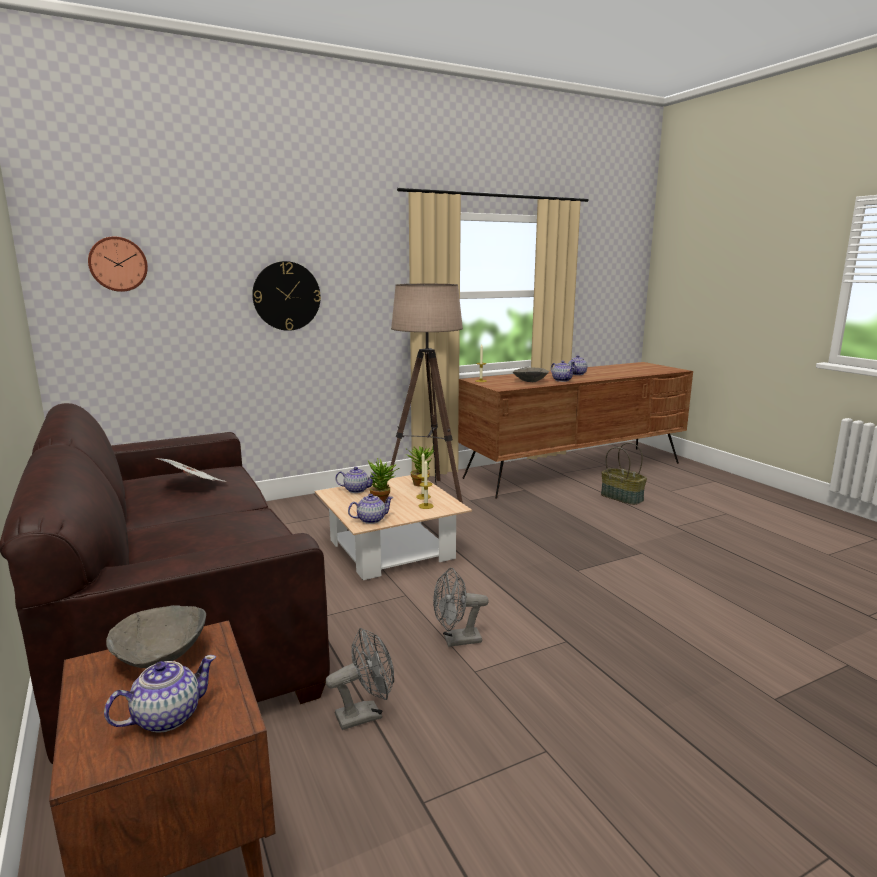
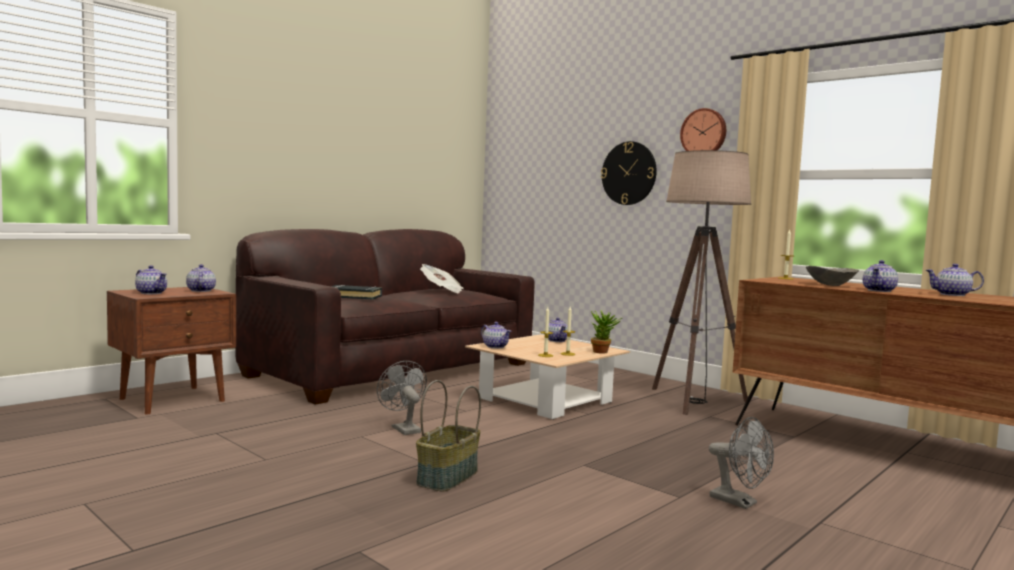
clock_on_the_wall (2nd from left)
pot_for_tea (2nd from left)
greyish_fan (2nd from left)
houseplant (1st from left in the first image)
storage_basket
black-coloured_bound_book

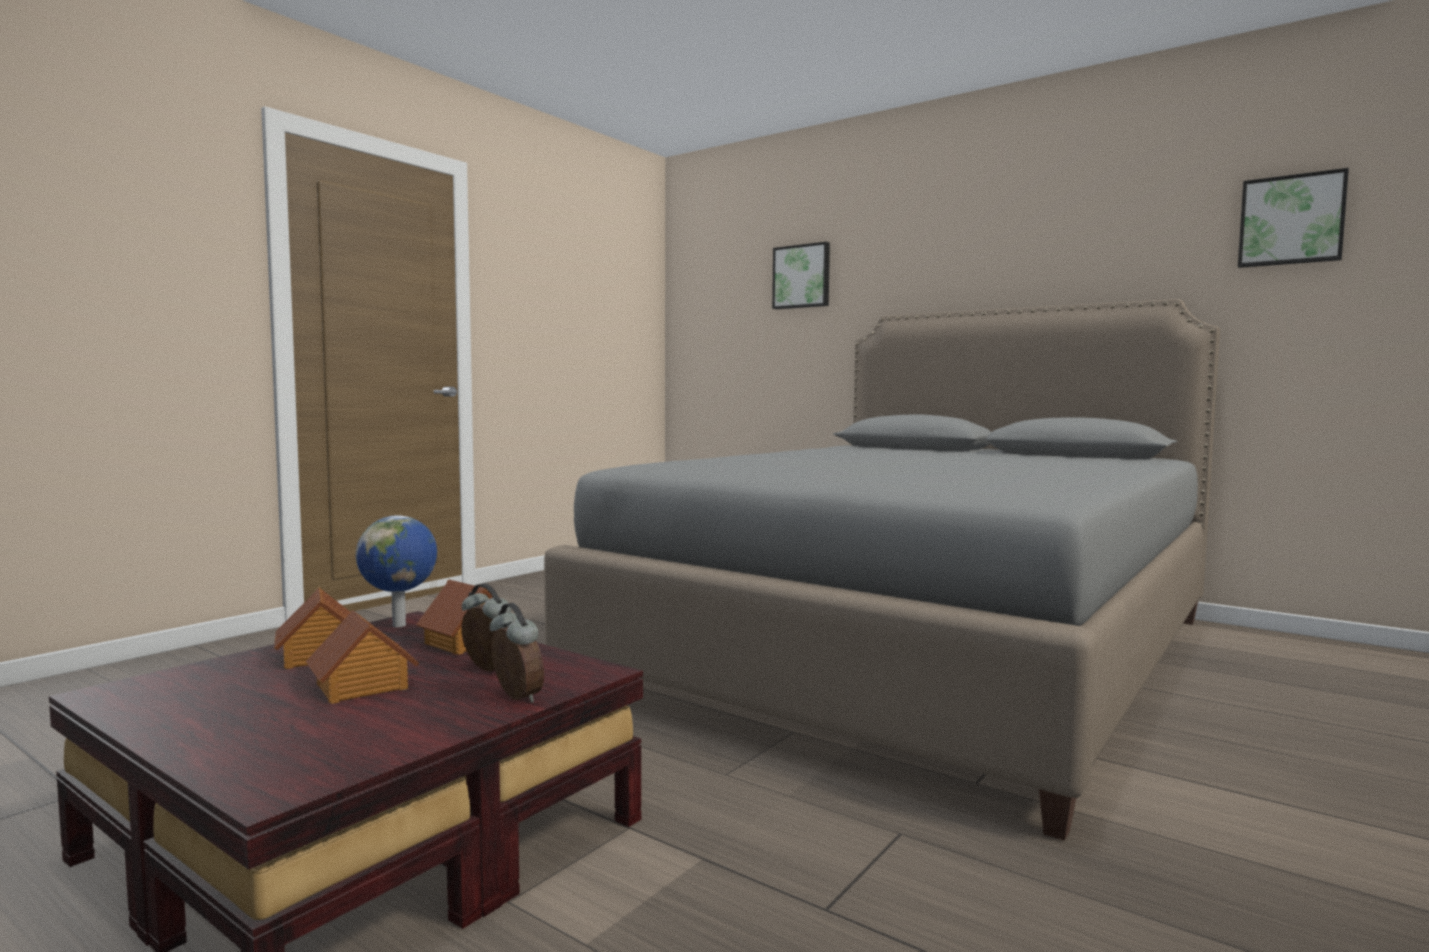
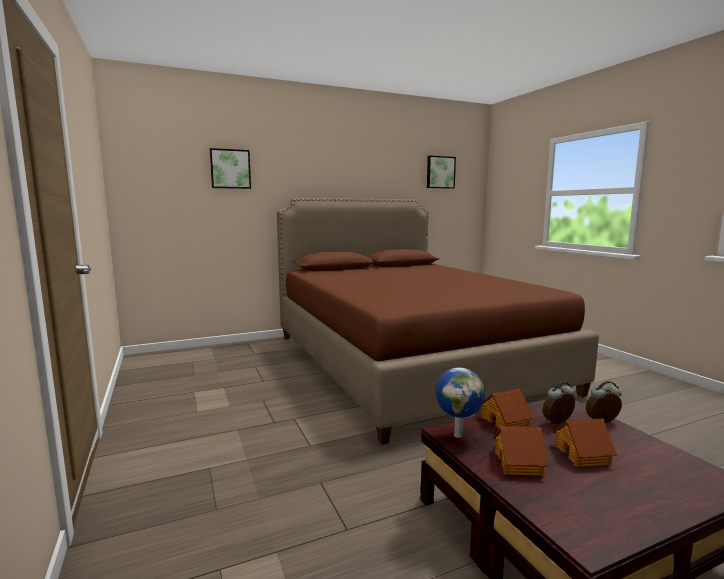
brown-coloured_sleeping_bed

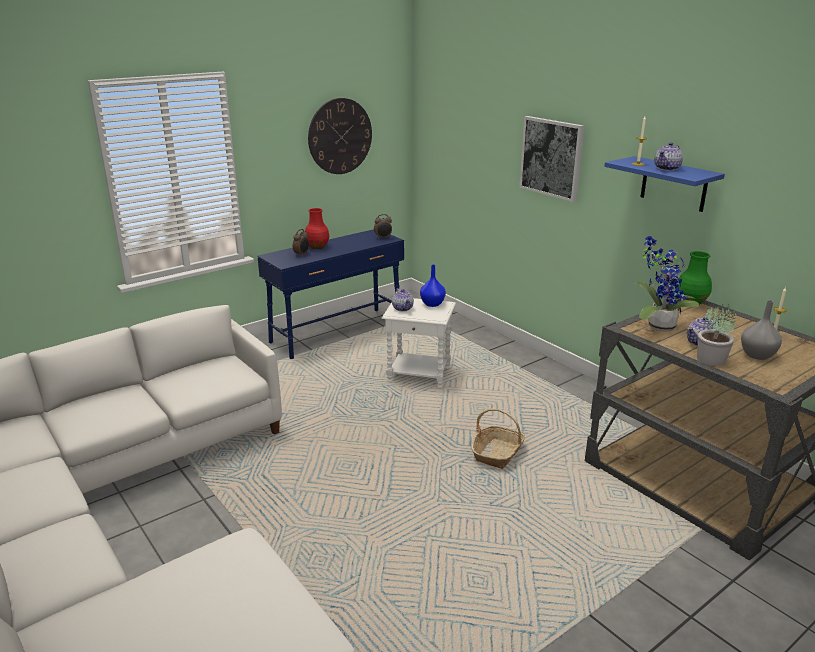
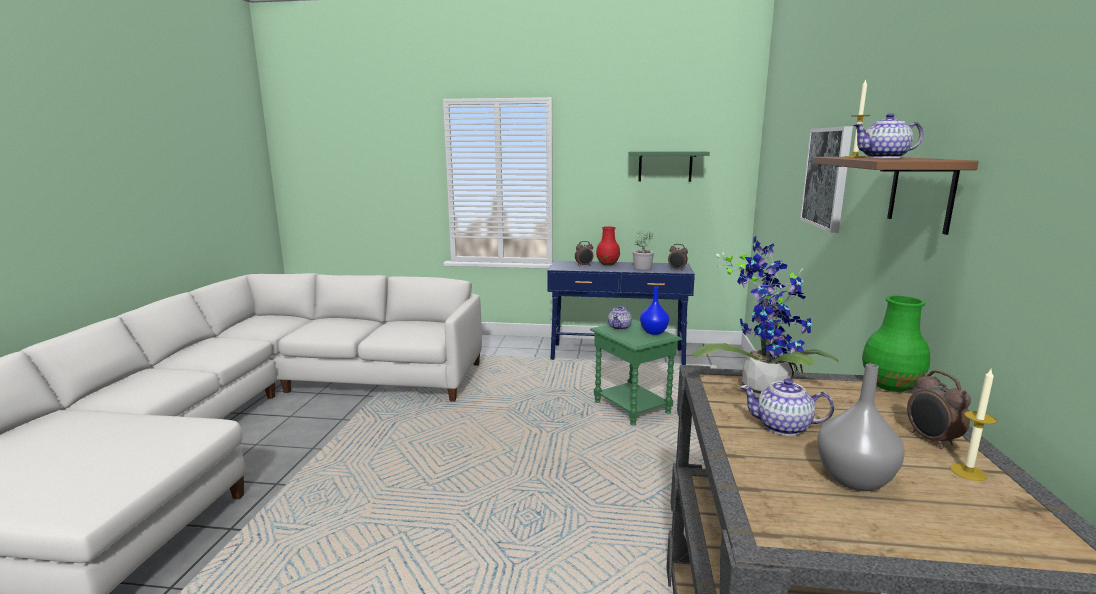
green_bracket_shelf
green_end_table
storage_basket
brown-coloured_bracket_shelf
houseplant (1st from left)
alarm_clock (3rd from left)

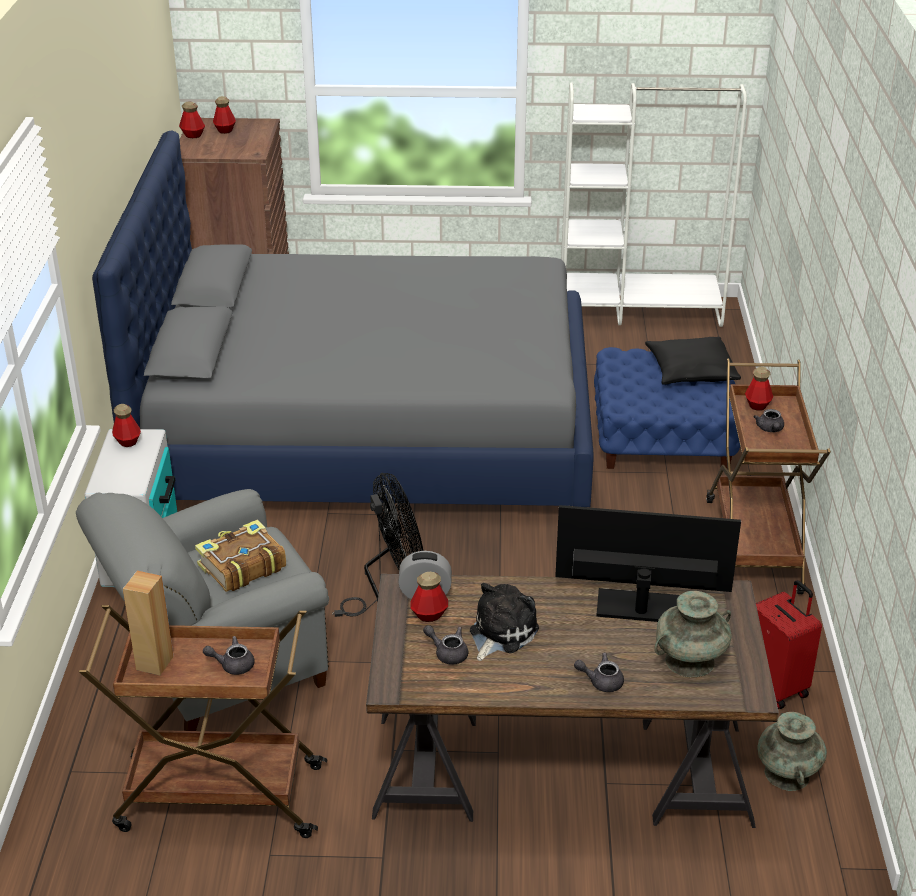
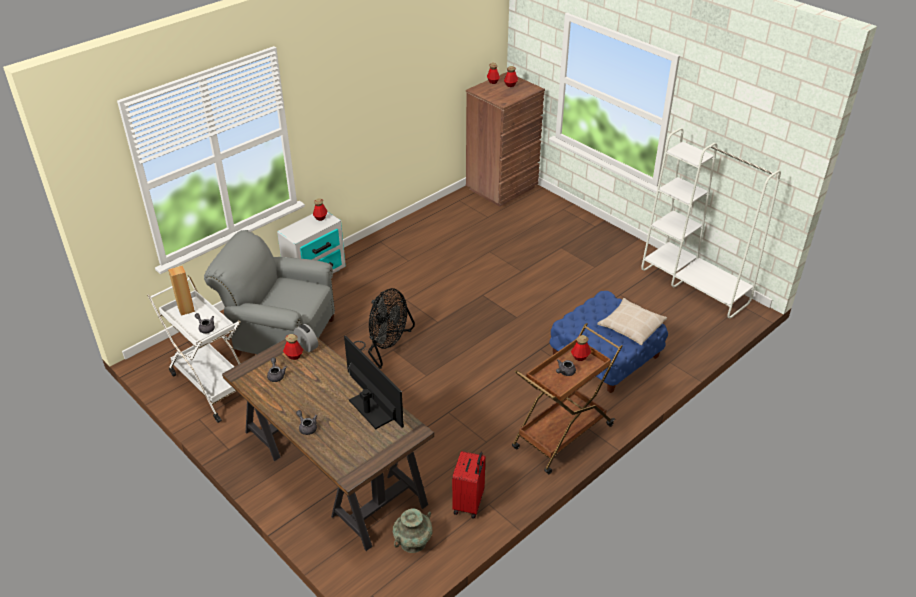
whitish_cart
greyish_sleeping_bed
bound_book
cuddly_toy
beige_cushion
turquoise-coloured_vase (1st from left in the first image)

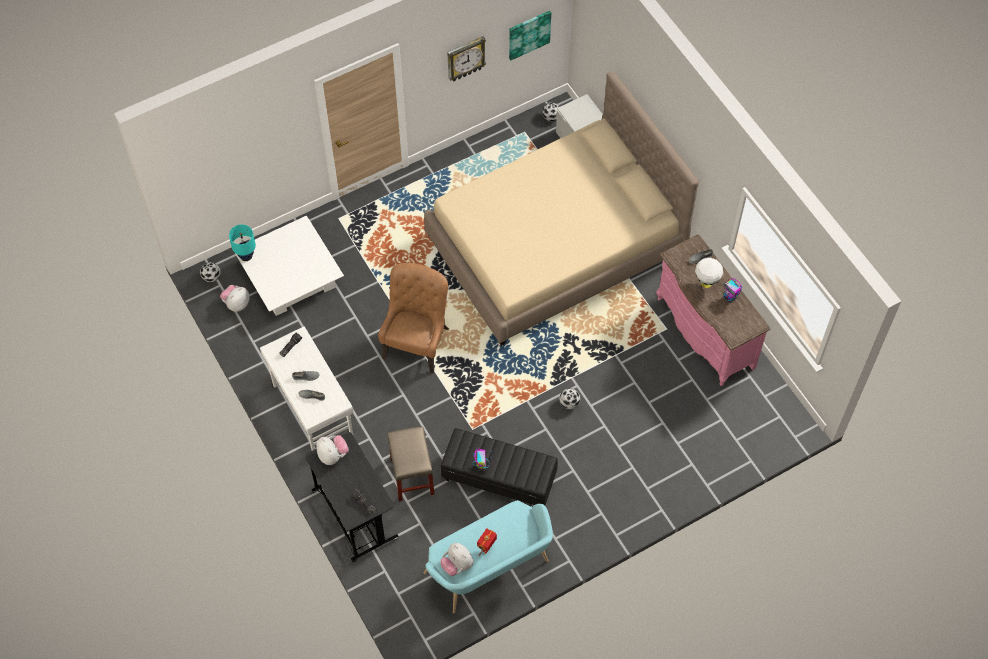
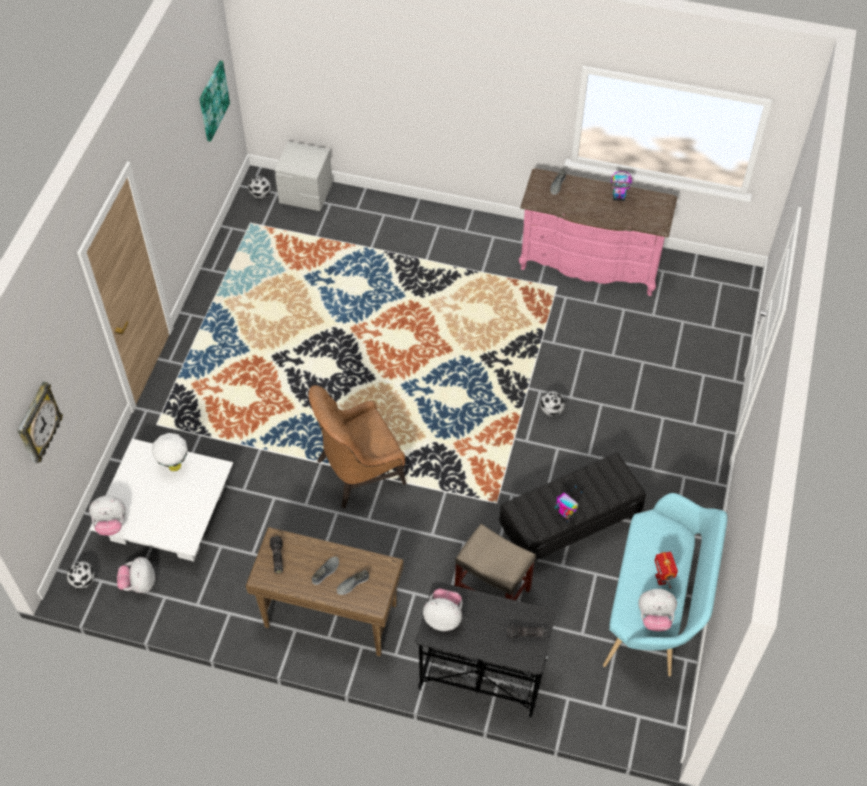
cuddly_toy (1st from left)
brown-coloured_narrow_table
brown-coloured_plain_chair
beige_sleeping_bed
clock_on_the_wall
whitish_table_lamp

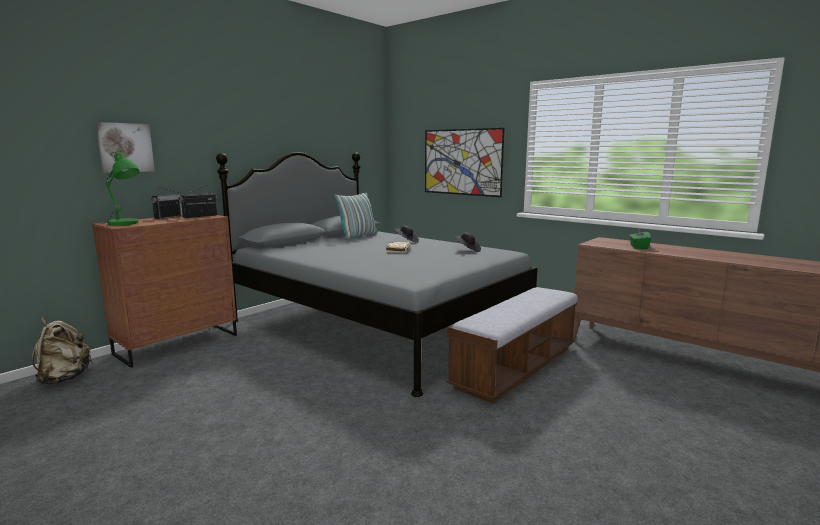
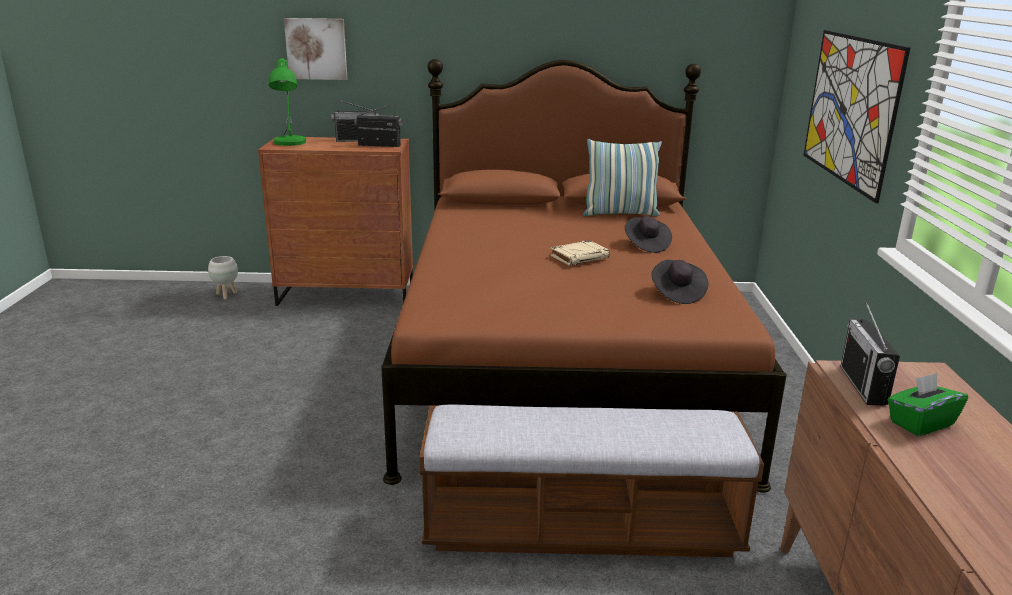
whitish_plant_pot
brown-coloured_sleeping_bed
radio_receiver (3rd from left)

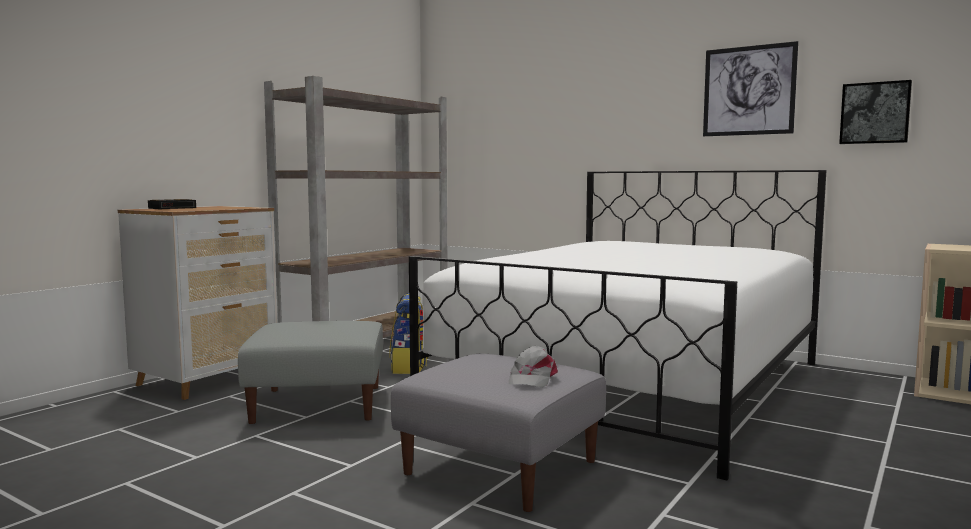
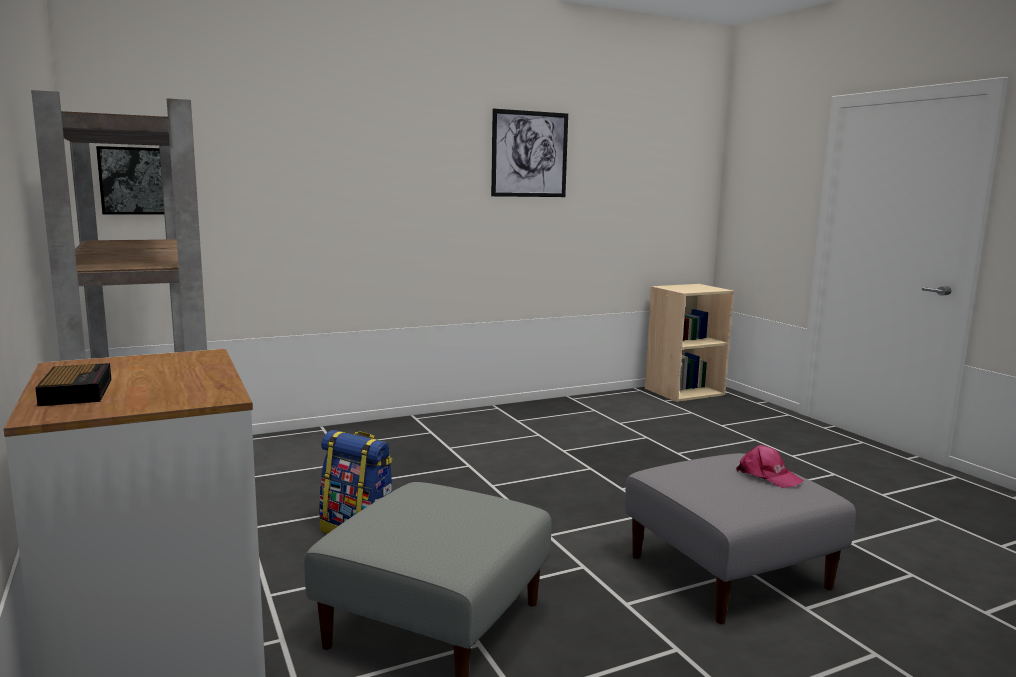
whitish_sleeping_bed
pink_cap
wall_picture (1st from left)

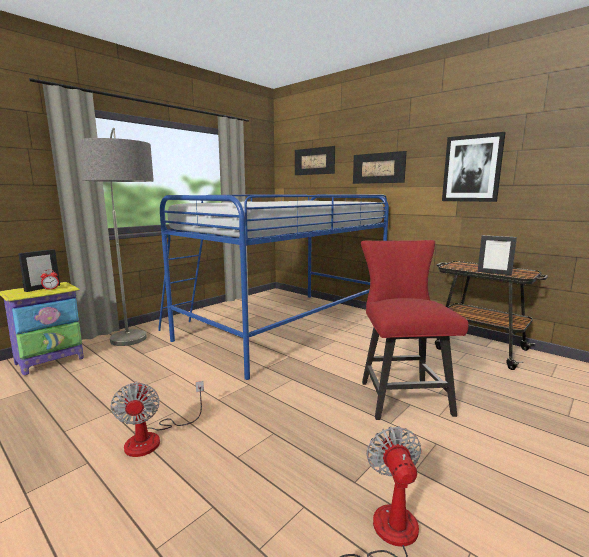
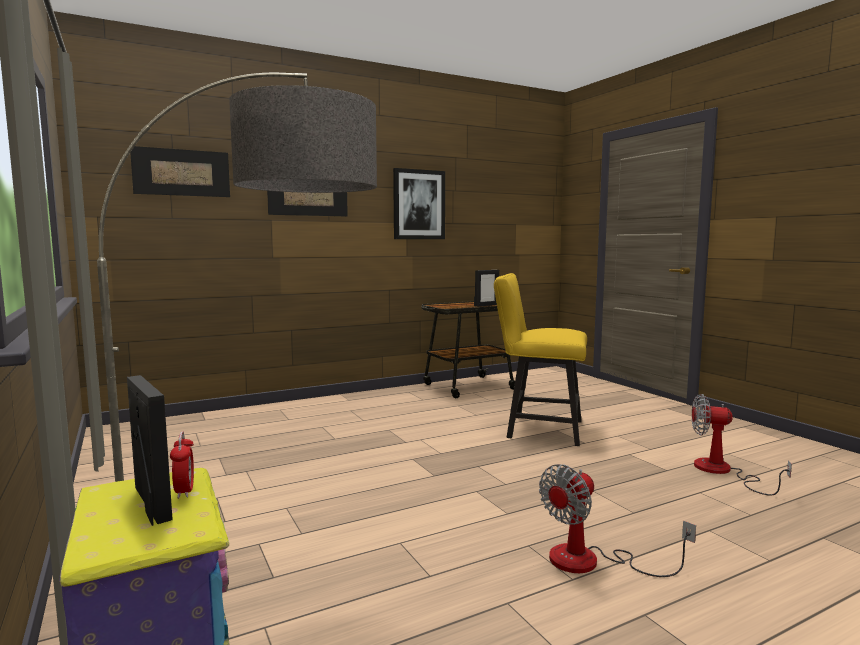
fan (1st from left)
blue-coloured_sleeping_bed
yellow_plain_chair

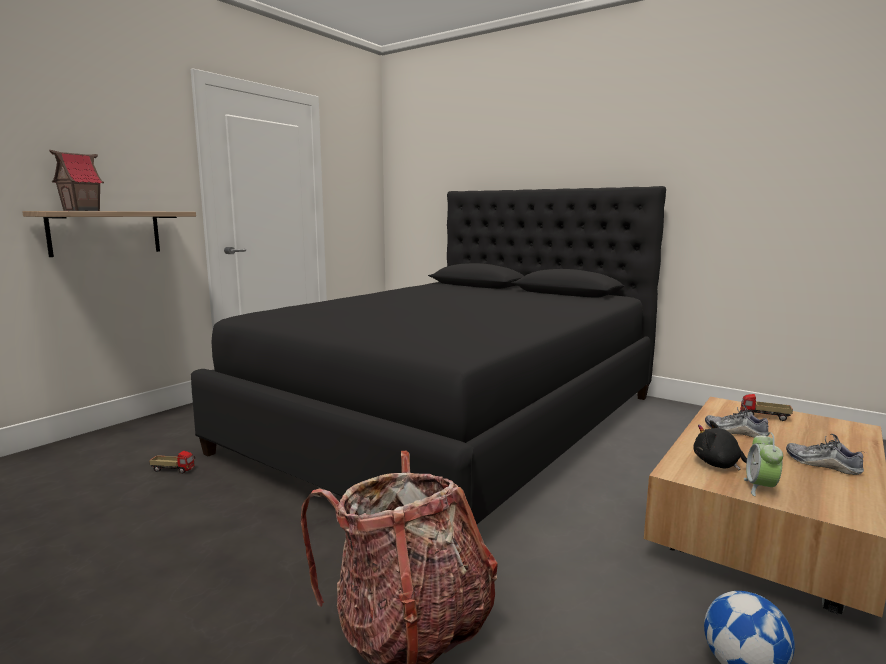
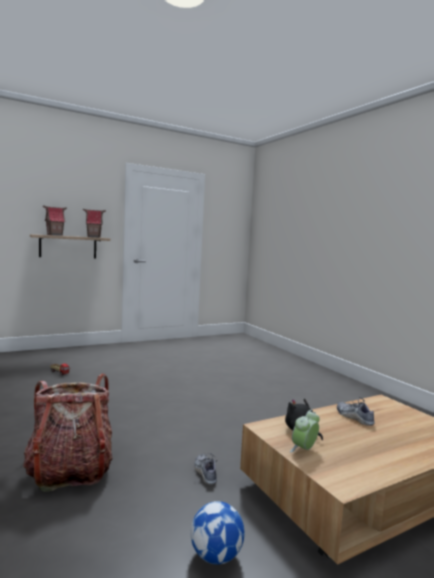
black-coloured_sleeping_bed
toy_truck (2nd from left in the first image)
low_shoe (1st from left)
toy_house (2nd from left)

